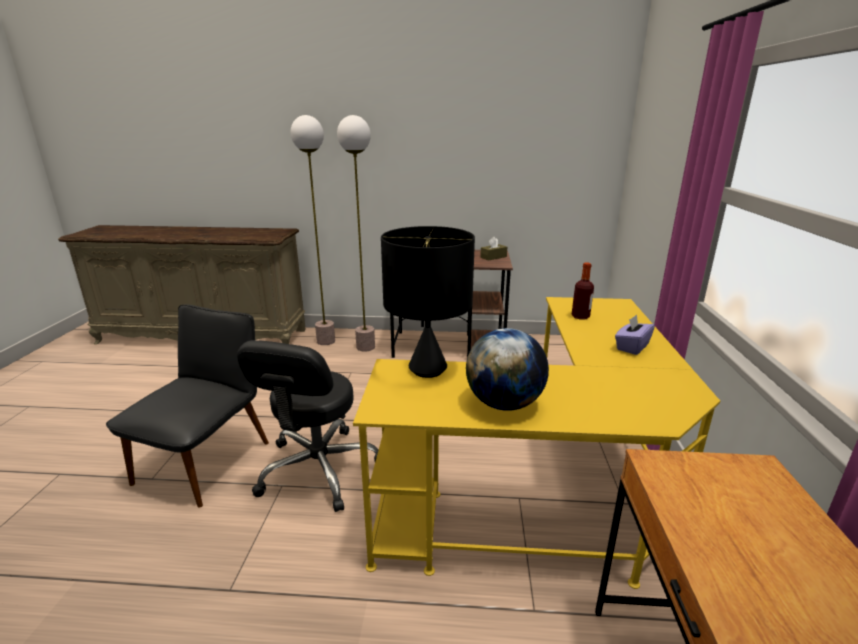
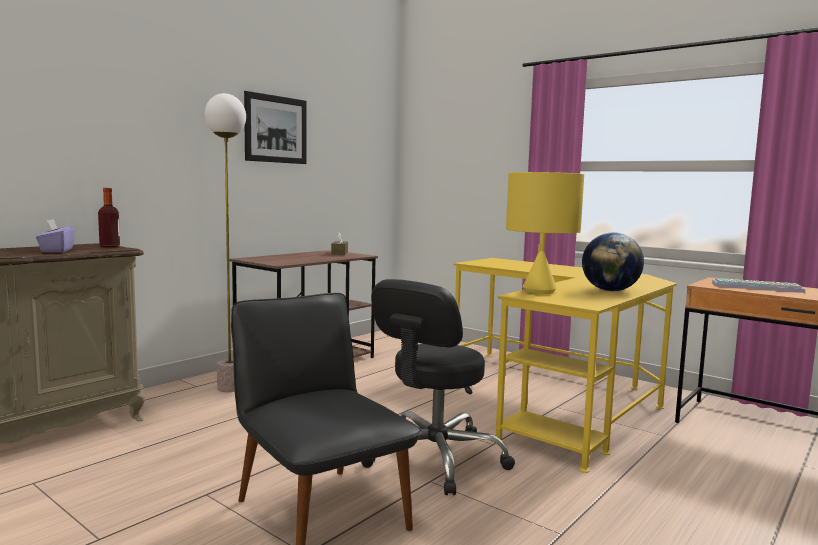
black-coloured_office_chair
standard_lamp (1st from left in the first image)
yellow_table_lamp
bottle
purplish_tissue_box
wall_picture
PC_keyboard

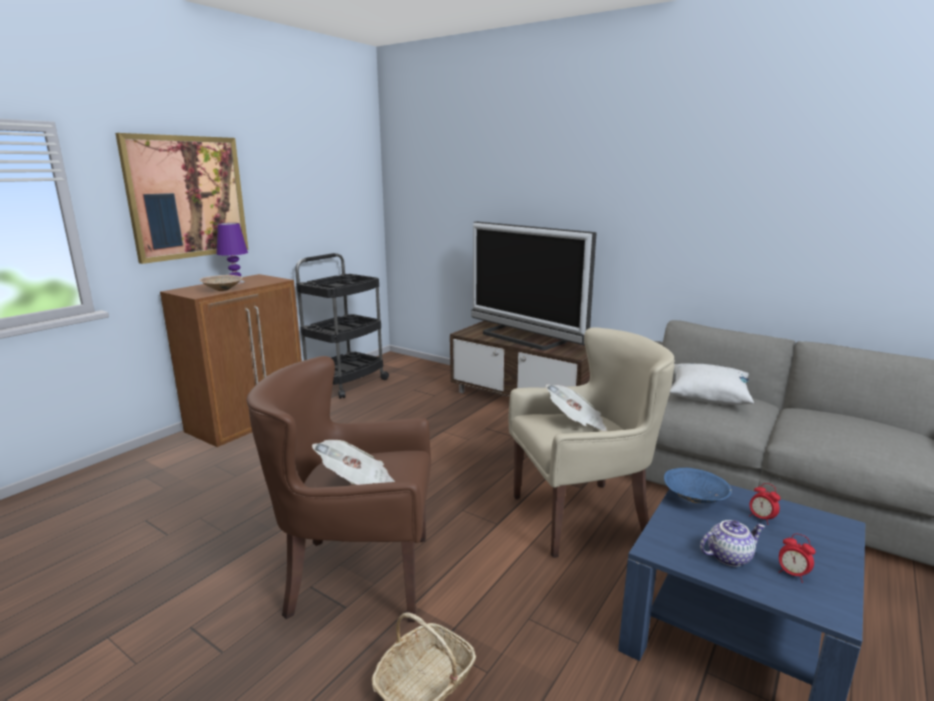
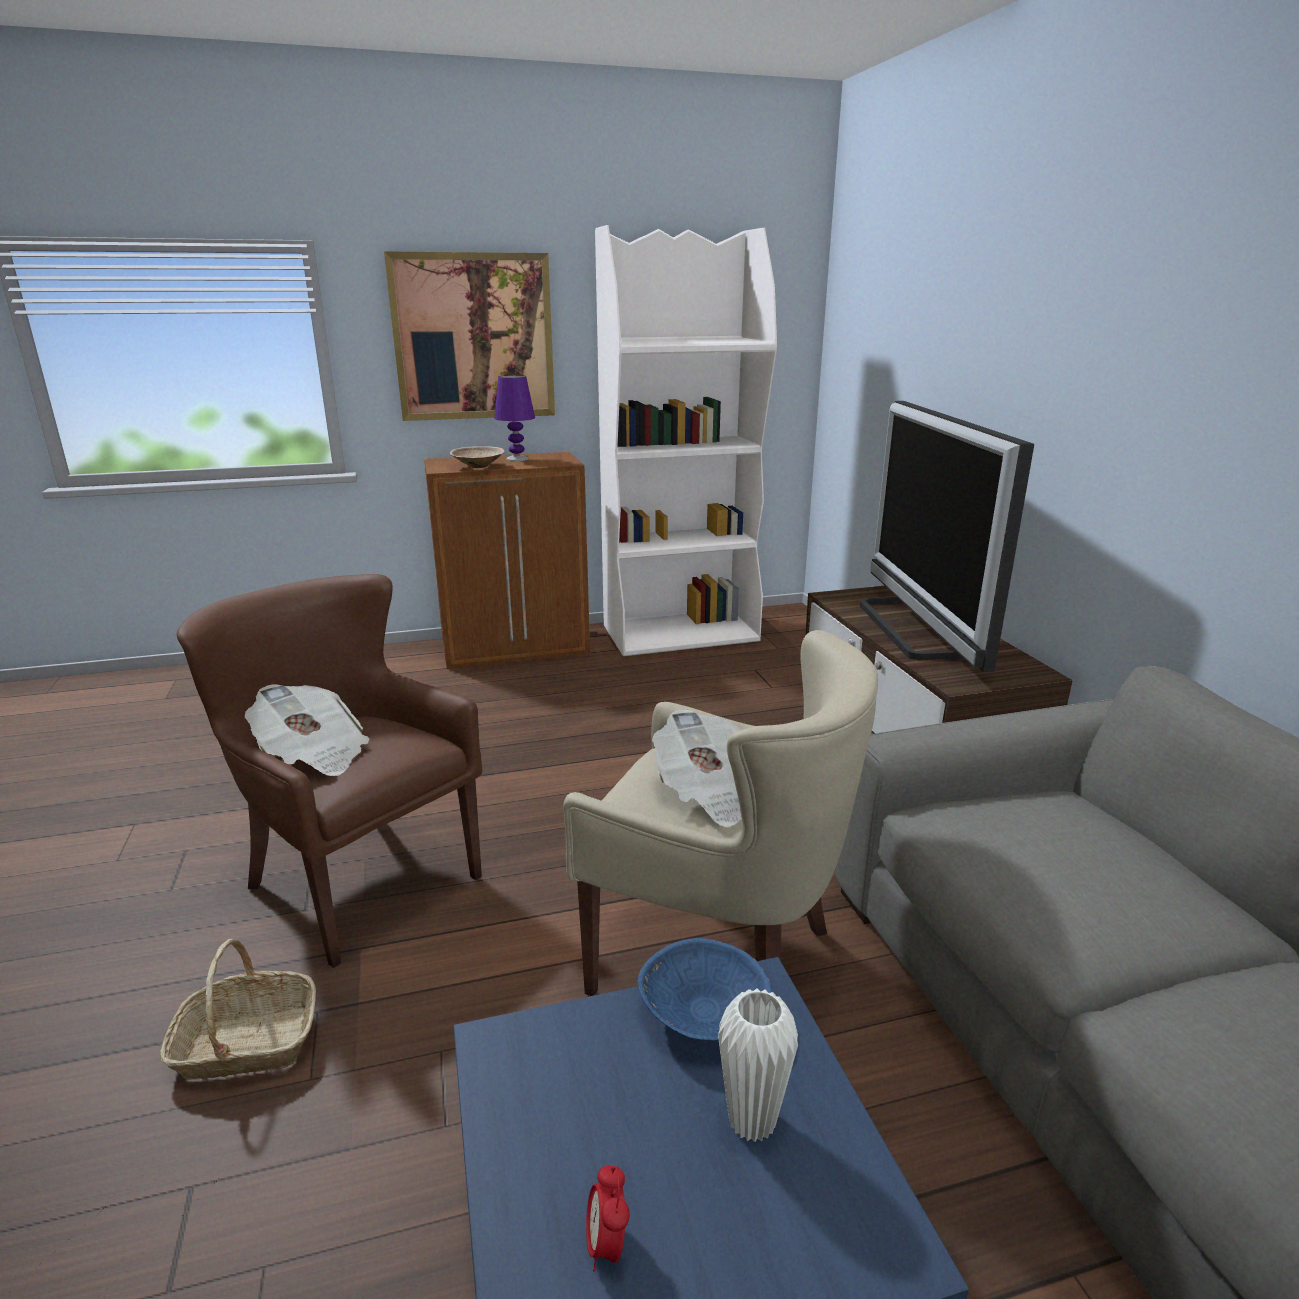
whitish_bookshelf
greyish_cushion
pot_for_tea
whitish_vase

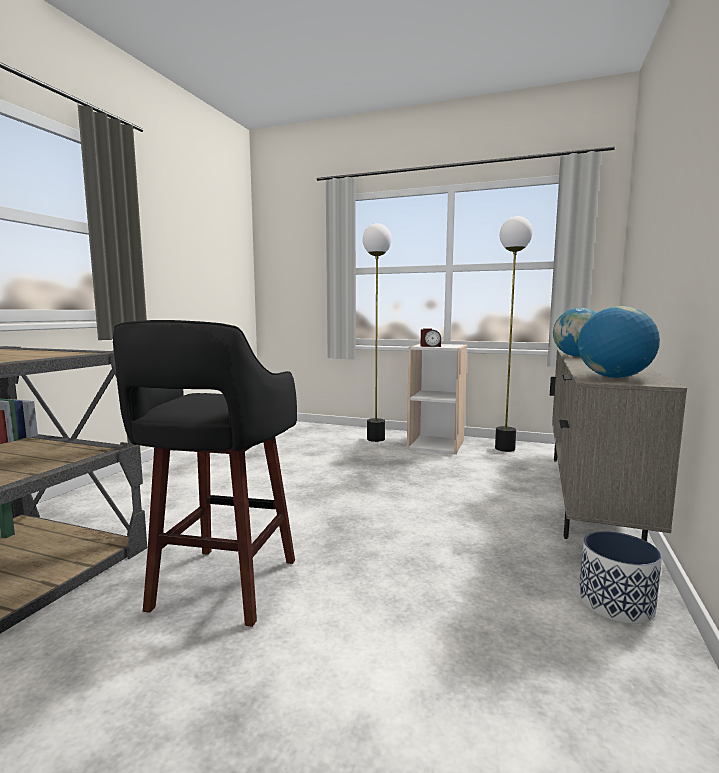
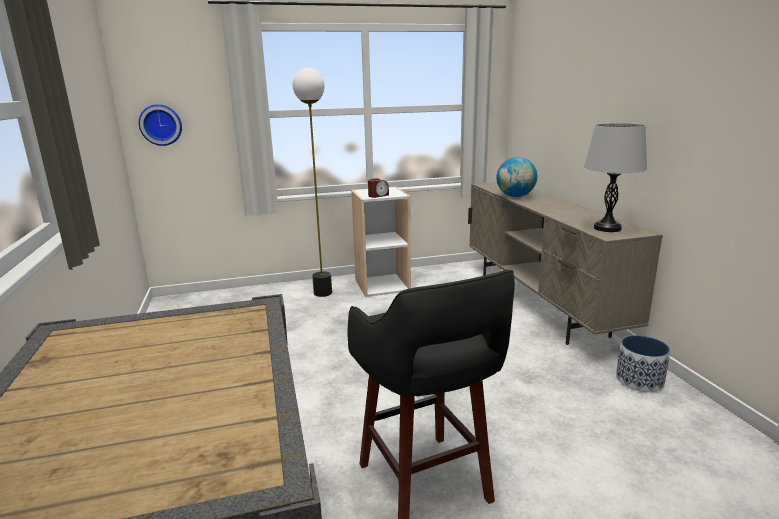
standard_lamp (2nd from left in the first image)
greyish_table_lamp
clock_on_the_wall

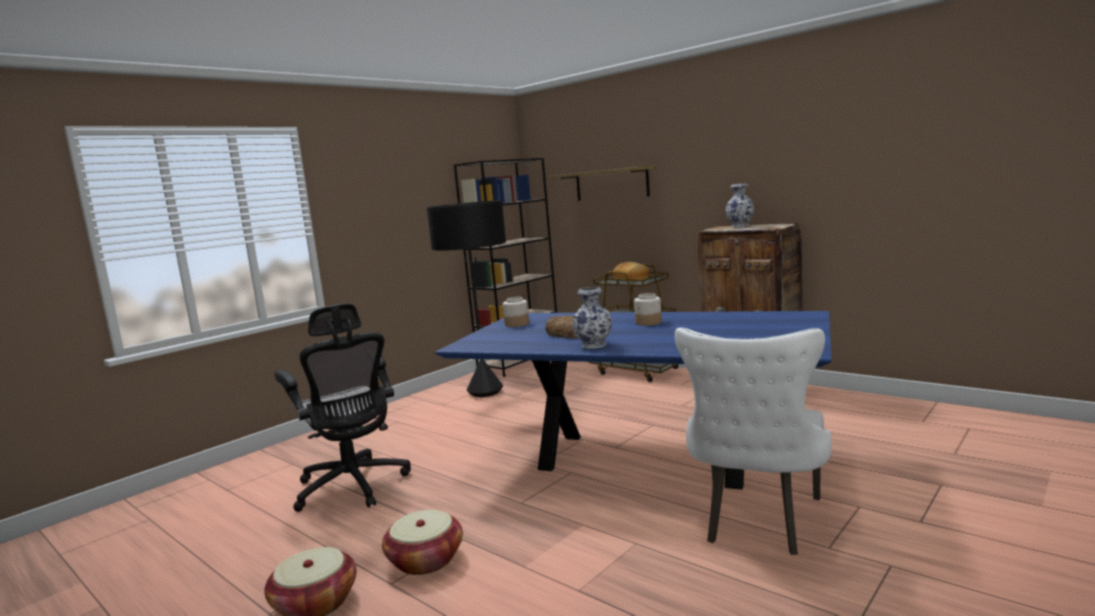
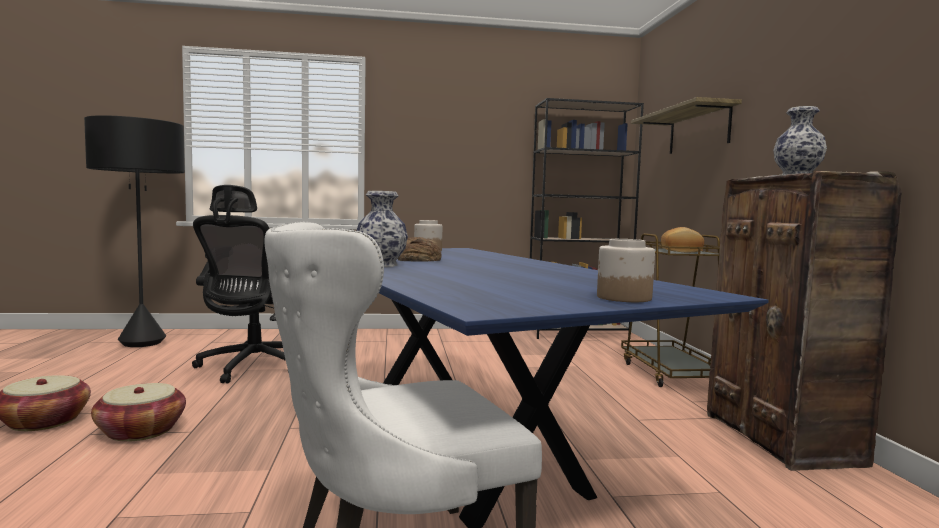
black-coloured_standard_lamp
preserve_jar (2nd from left)

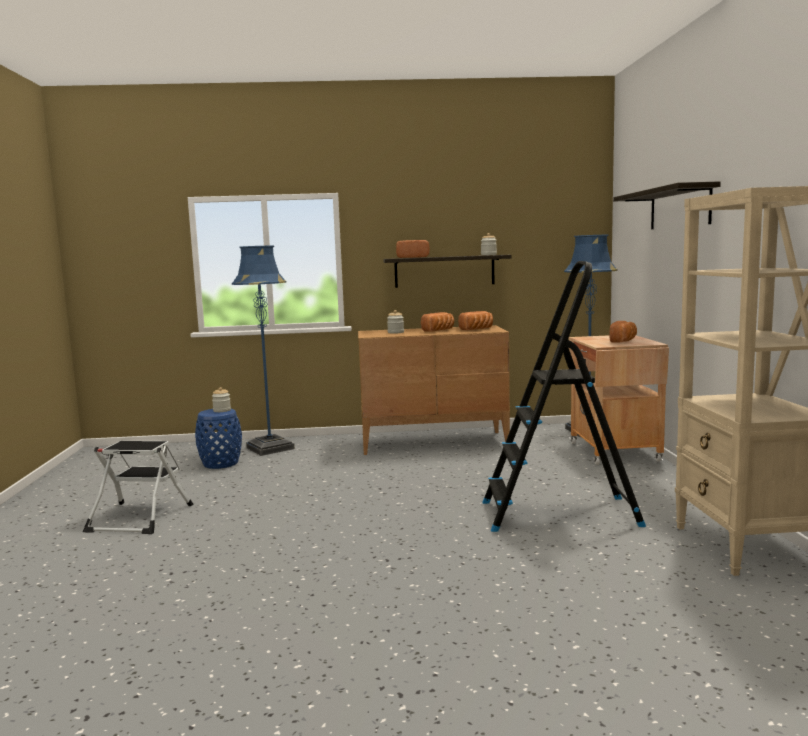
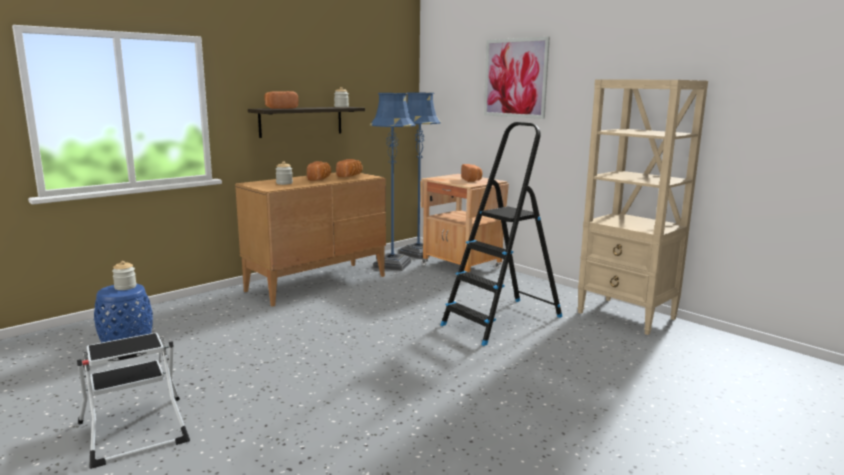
blue-coloured_standard_lamp (1st from left)
wall_picture

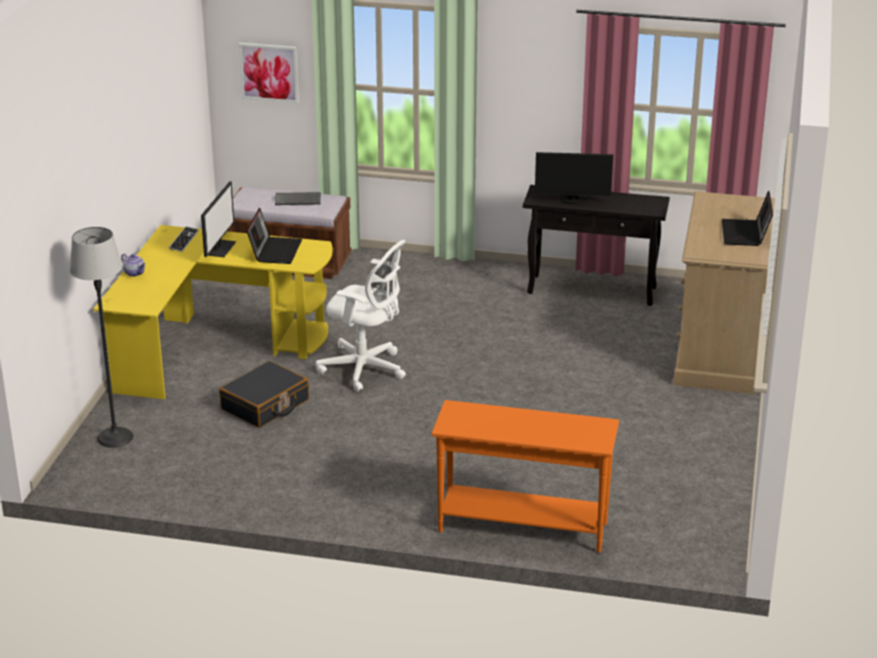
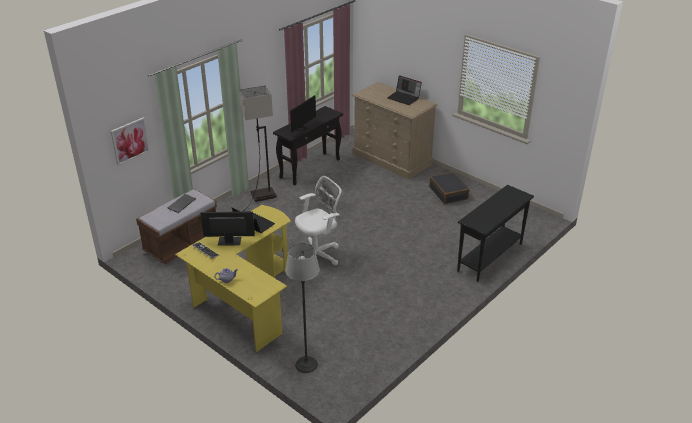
monitor (1st from left)
black-coloured_piece_of_luggage
black-coloured_narrow_table (2nd from left)
standard_lamp (1st from left)

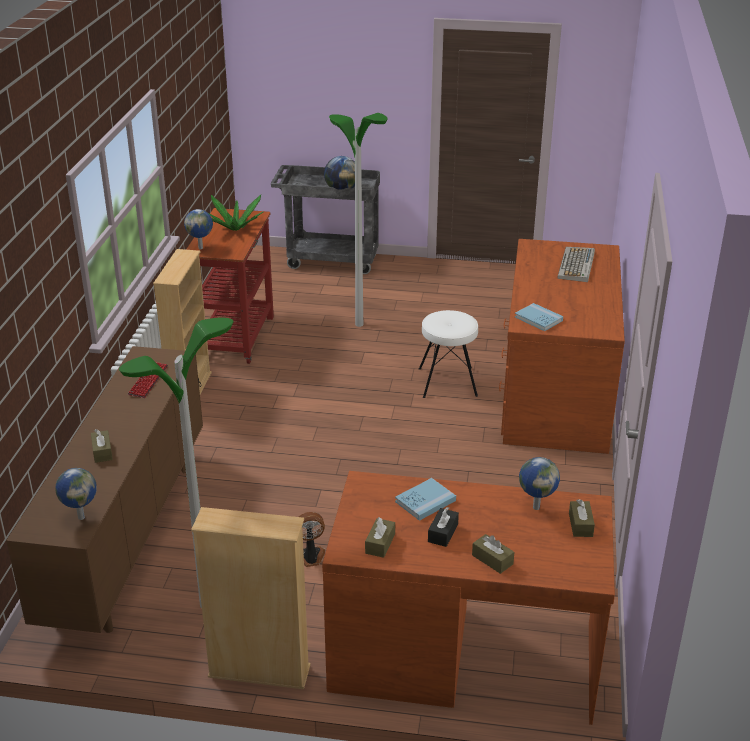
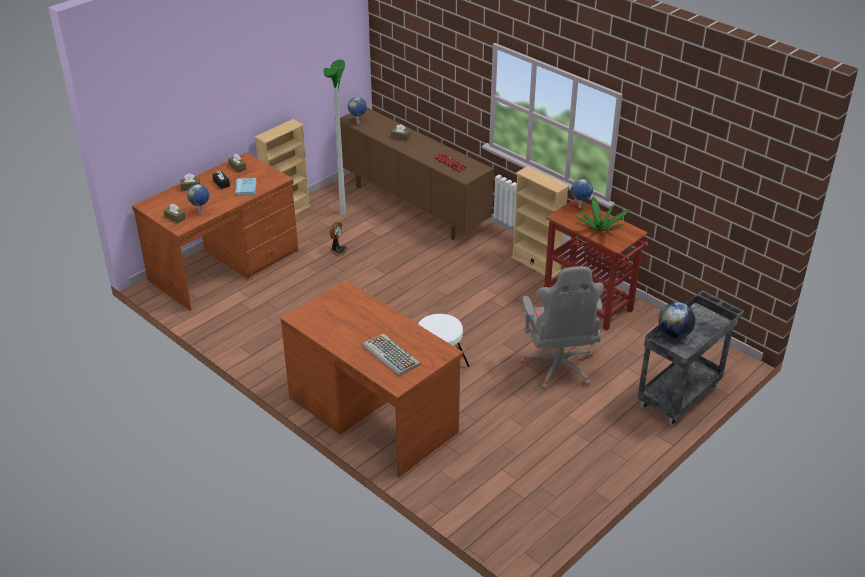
greyish_office_chair
blue-coloured_bound_book (2nd from left in the first image)

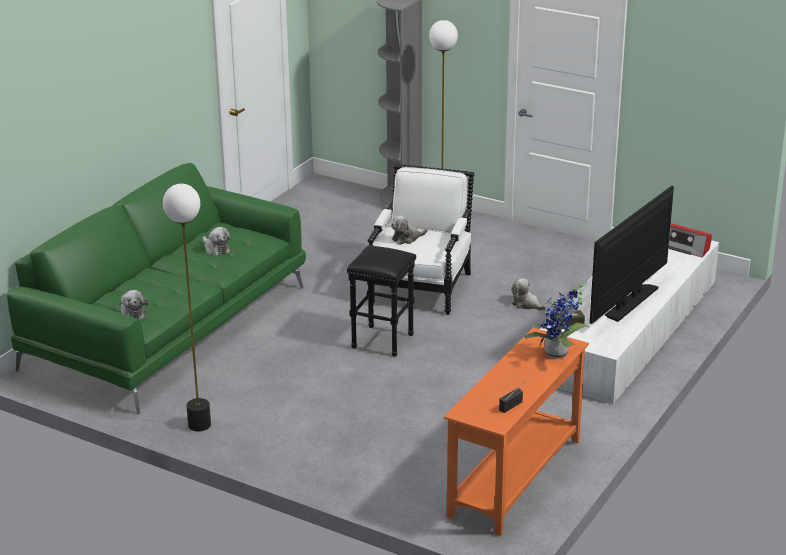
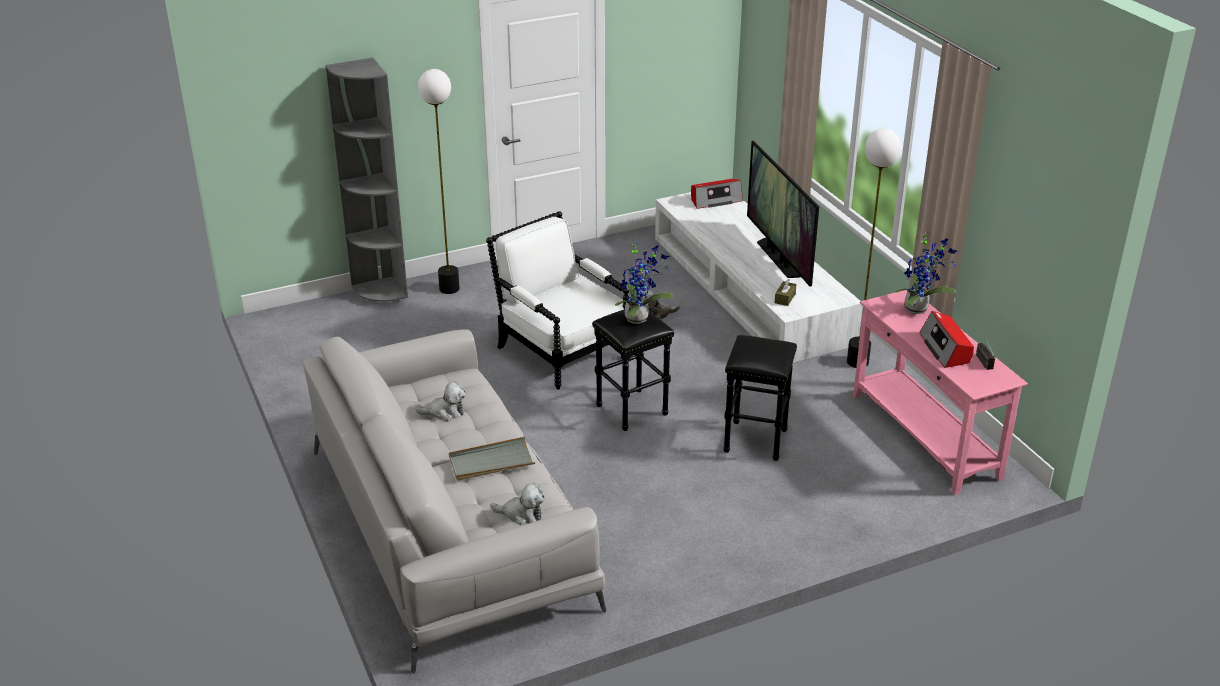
greyish_couch
standard_lamp (2nd from left)
cuddly_toy (3rd from left in the first image)
pink_narrow_table
greyish_serving_tray
houseplant (1st from left)
black-coloured_stool_seat (2nd from left)
radio_receiver (2nd from left)

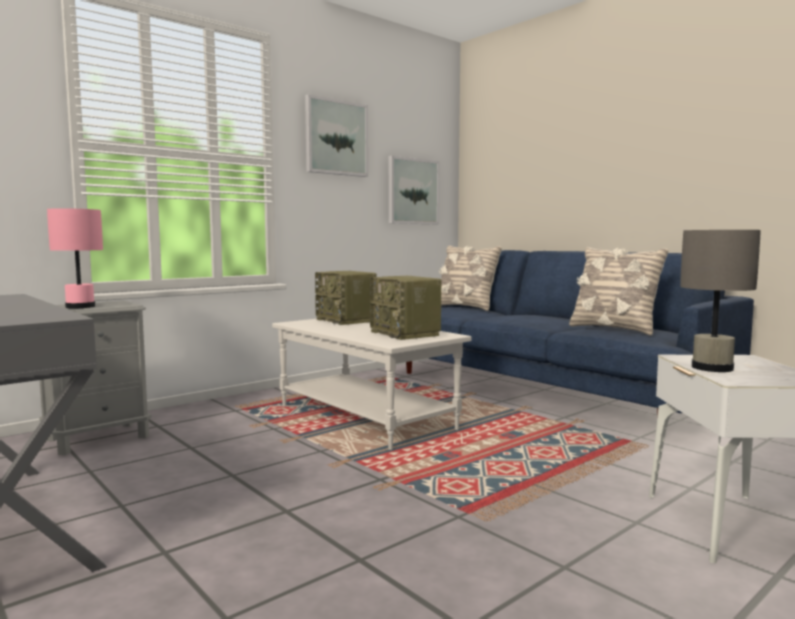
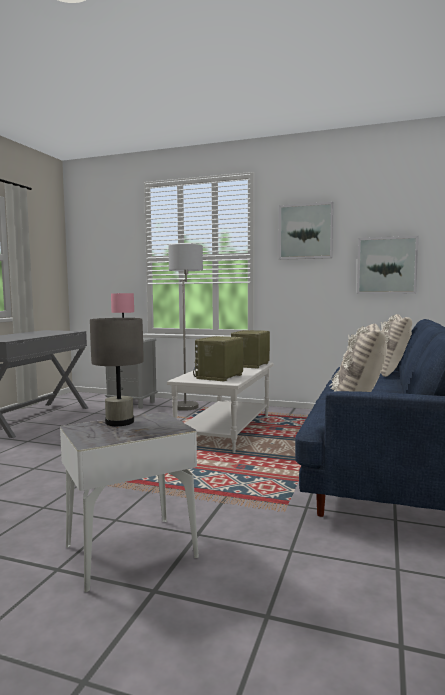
greyish_standard_lamp

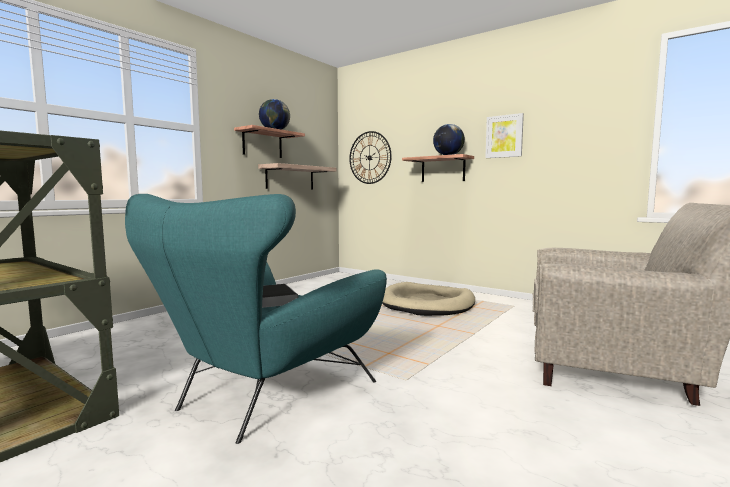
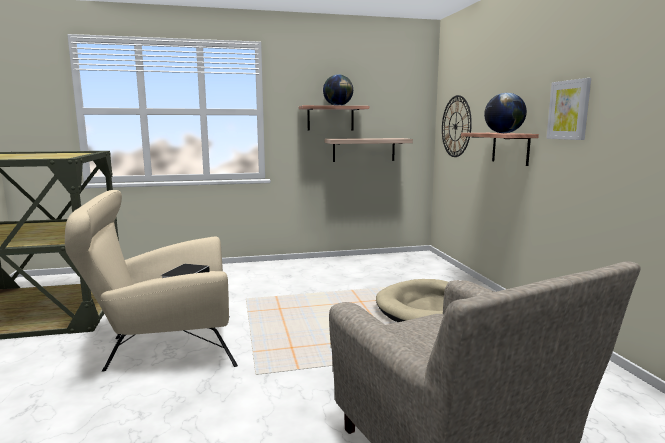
beige_lounge_chair (1st from left)

